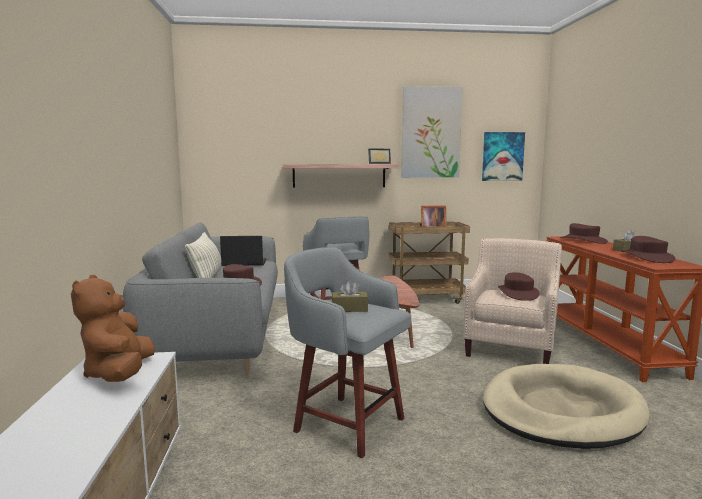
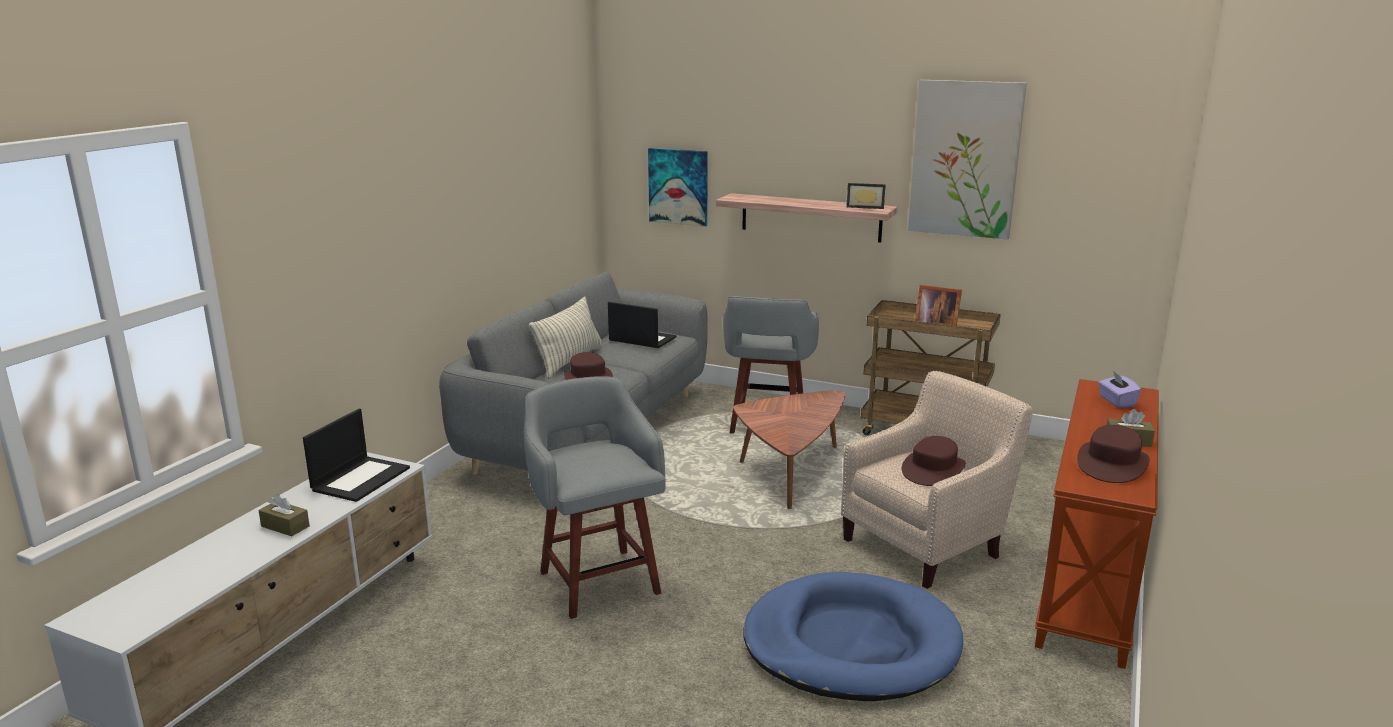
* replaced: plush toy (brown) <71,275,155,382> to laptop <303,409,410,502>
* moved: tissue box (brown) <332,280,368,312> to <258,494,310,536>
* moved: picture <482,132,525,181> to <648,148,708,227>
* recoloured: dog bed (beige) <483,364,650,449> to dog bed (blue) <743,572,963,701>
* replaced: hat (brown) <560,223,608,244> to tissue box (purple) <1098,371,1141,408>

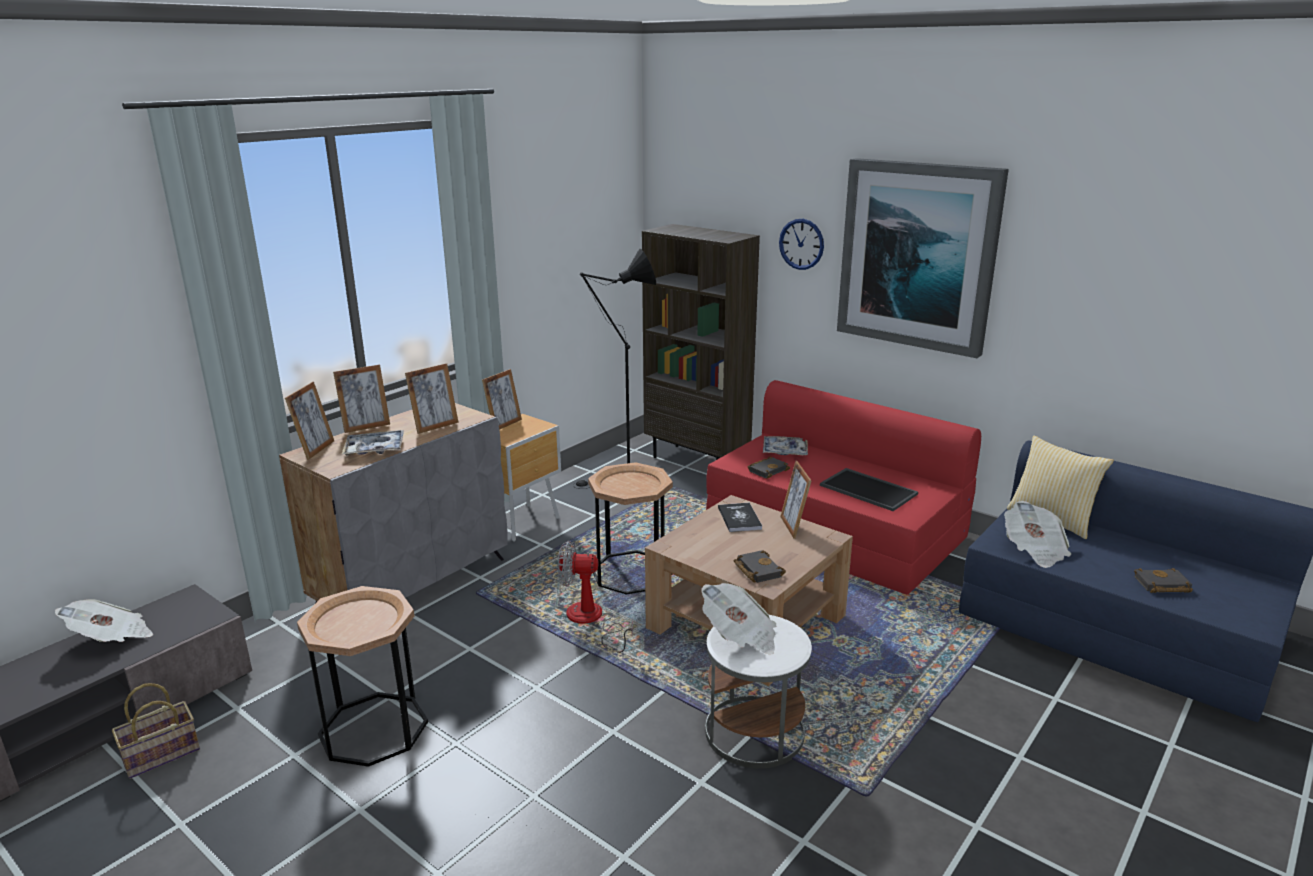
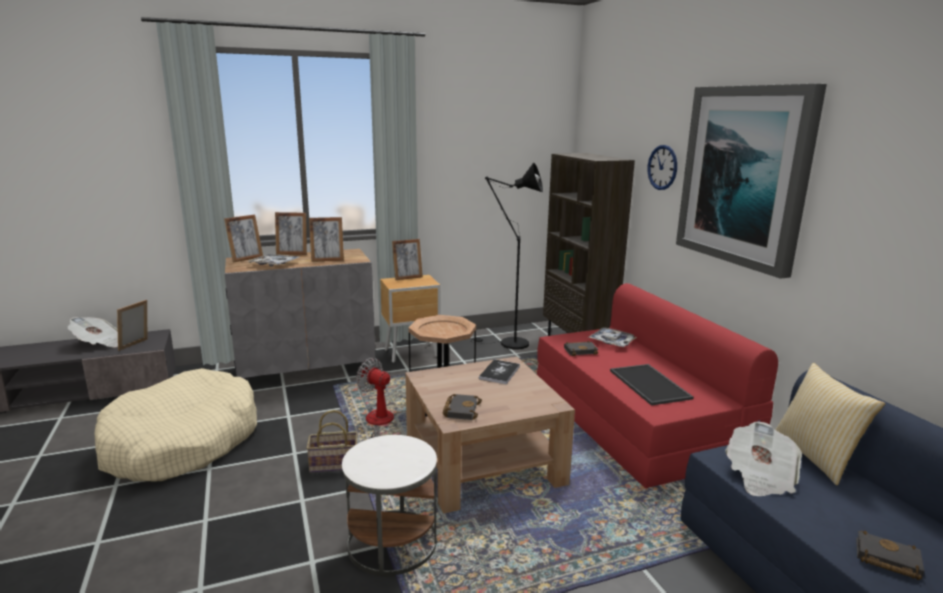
* moved: basket <112,683,200,779> to <307,410,358,473>
* replaced: side table (brown) <297,586,428,767> to dog bed (beige) <95,368,257,481>
* removed: newspaper <701,583,776,655>
* moved: picture frame <780,461,812,539> to <117,300,147,351>

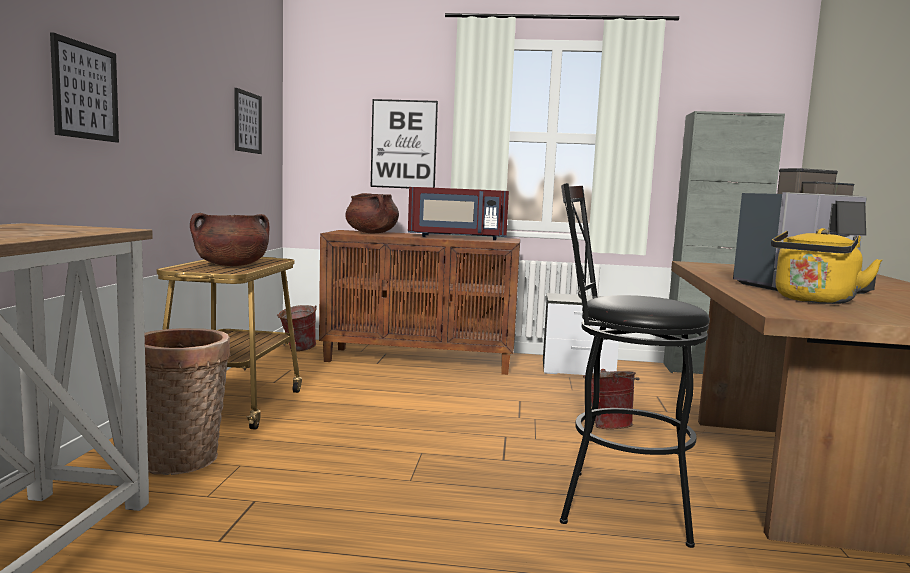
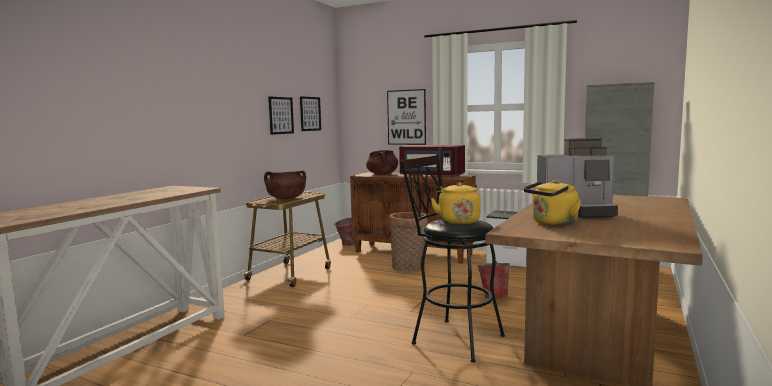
* moved: picture <50,32,119,143> to <268,96,294,135>
* moved: basket <145,328,230,475> to <389,212,428,271>
* added: kettle (yellow) <431,182,480,225>

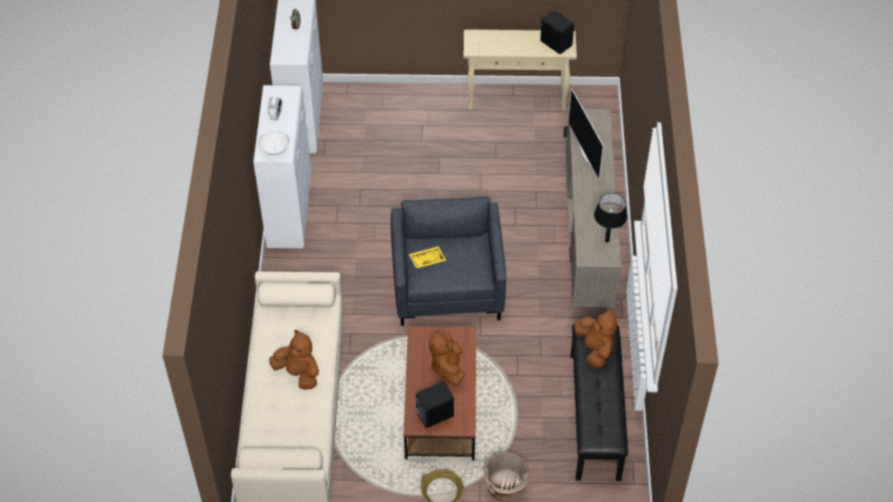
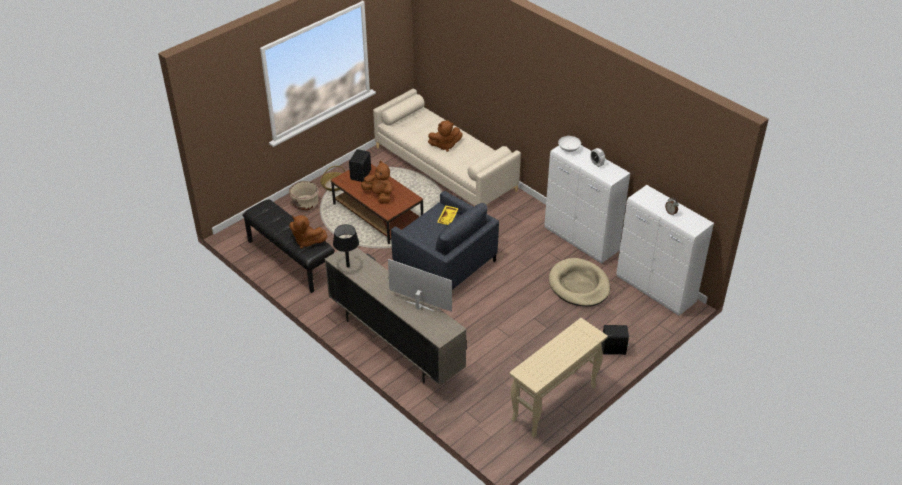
* moved: speaker (black) <540,10,574,54> to <602,325,630,355>
* added: dog bed (beige) <549,258,610,307>

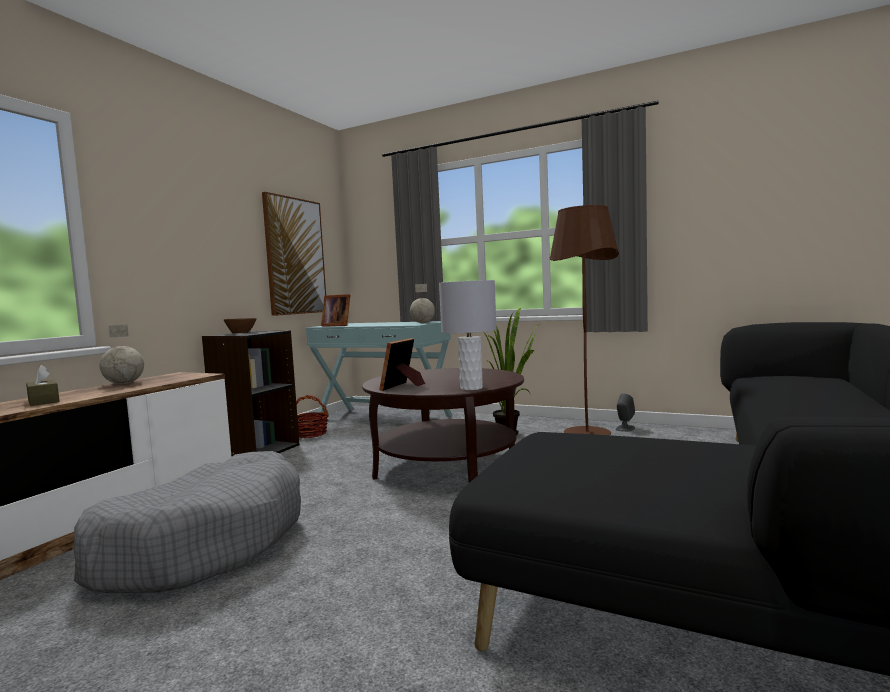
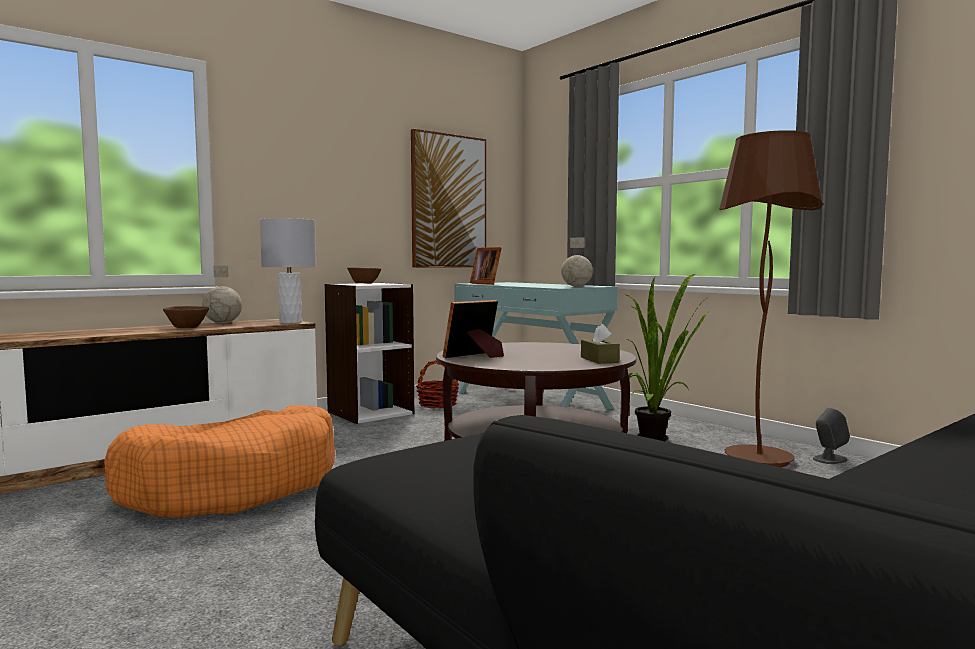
* moved: tissue box (brown) <26,365,60,406> to <581,324,620,364>
* recoloured: dog bed (grey) <74,451,301,593> to dog bed (orange) <104,405,335,518>
* recoloured: bookcase (black) <202,330,300,457> to bookcase (white) <324,283,414,424>
* moved: table lamp (grey) <439,280,497,390> to <260,218,316,323>
* added: bowl (brown) <163,306,209,328>

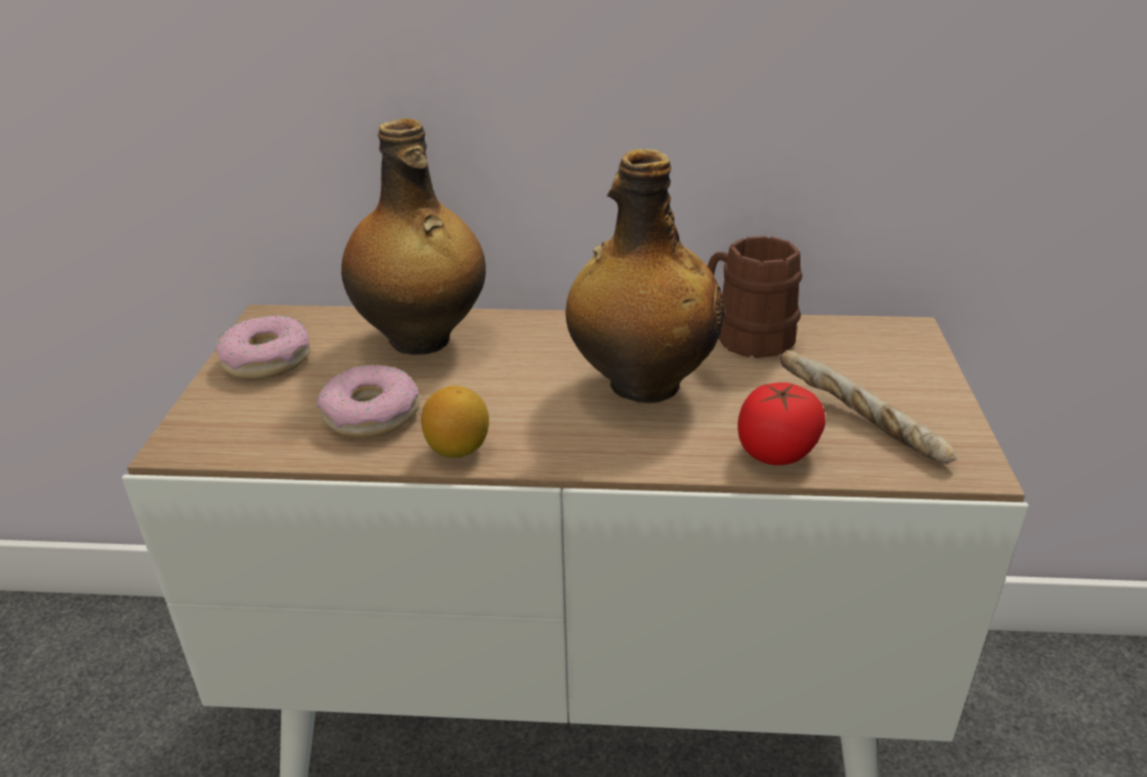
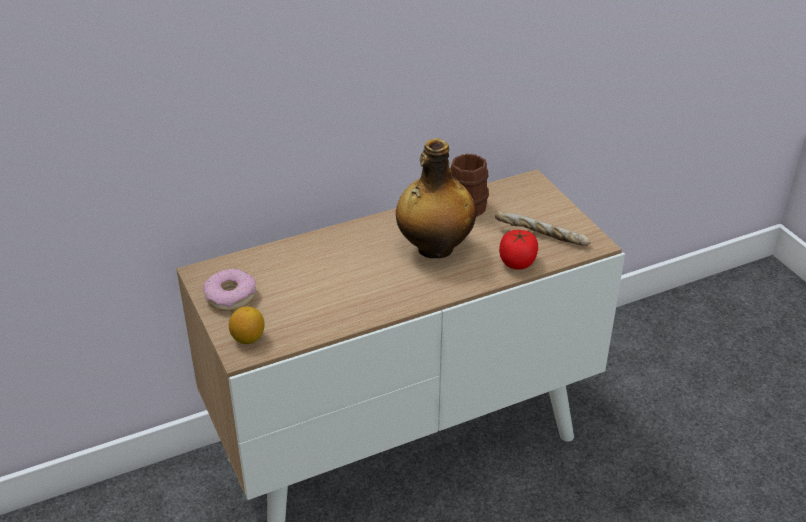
* removed: donut <316,365,420,438>
* removed: bottle <341,118,486,355>
* moved: lemon <421,386,489,458> to <229,307,265,344>

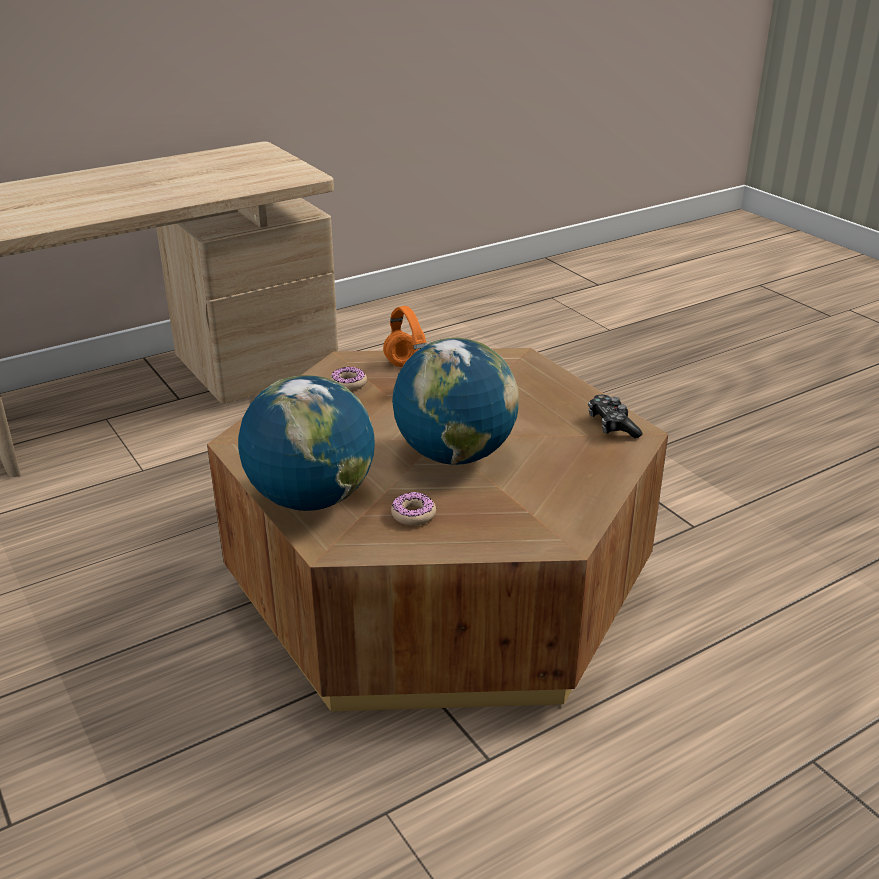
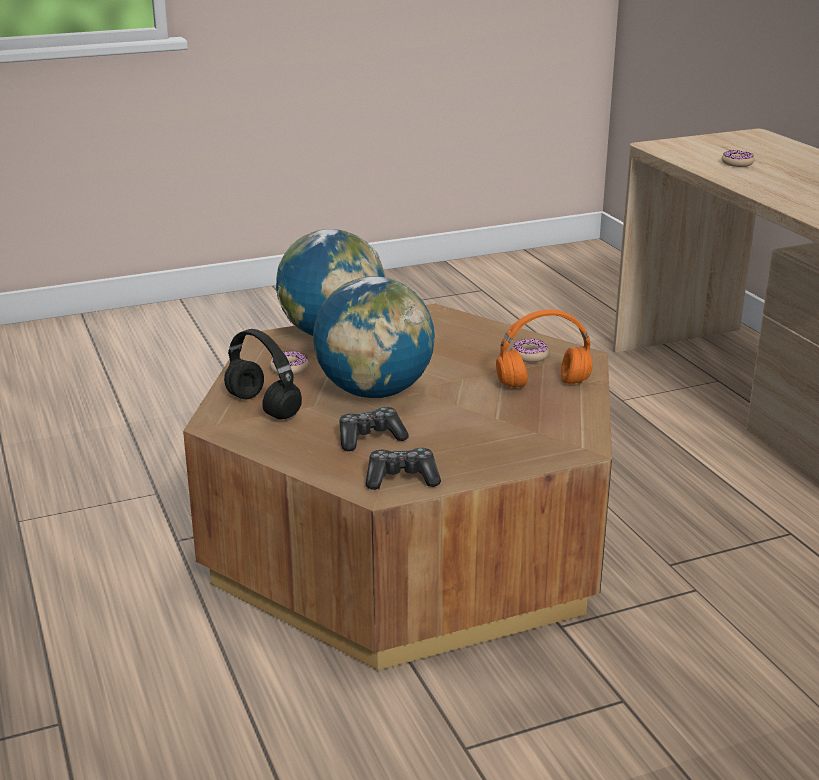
* added: headphones (black) <224,329,302,420>
* added: game controller <339,407,409,451>
* added: donut <722,150,754,167>

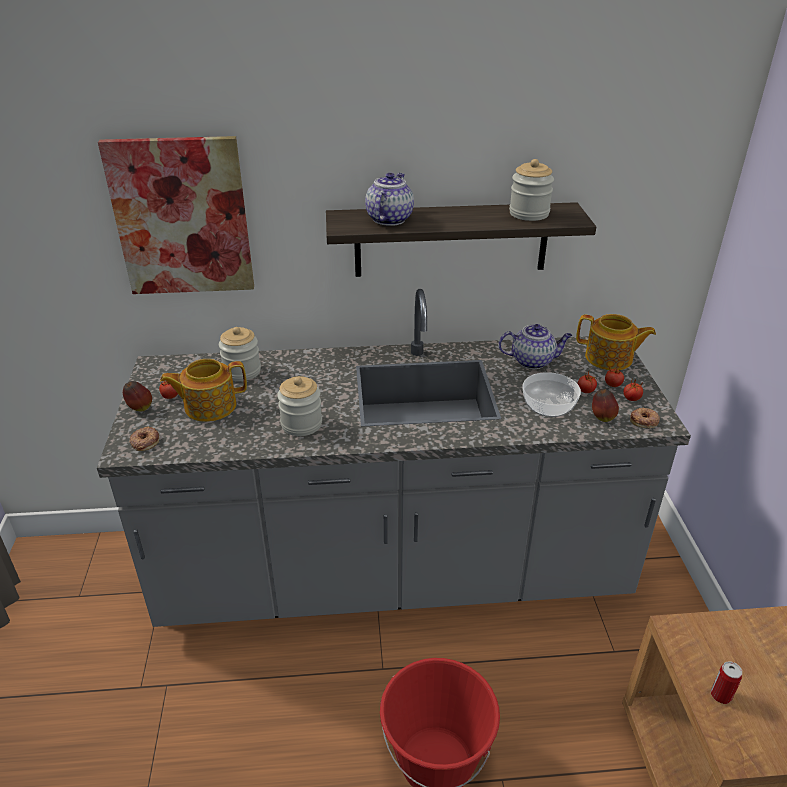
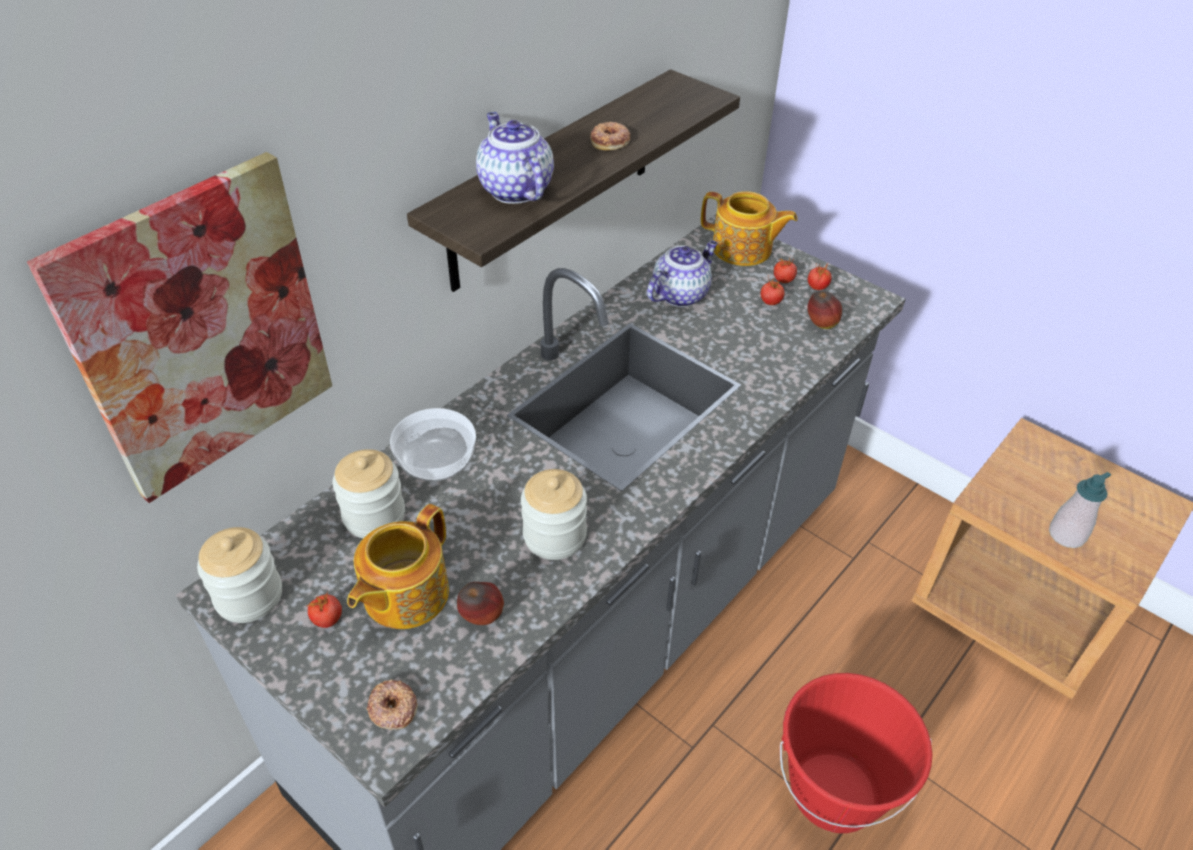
* moved: apple <123,381,152,411> to <457,582,504,625>
* moved: jar <509,159,554,221> to <197,527,282,623>
* moved: bowl <522,372,581,417> to <390,408,476,482>
* turned: teapot <576,314,656,370> = <701,191,798,266> 45 degrees clockwise
* moved: donut <630,407,660,428> to <591,122,630,150>
* replaced: can <711,661,742,704> to soap dispenser <1049,472,1111,548>

